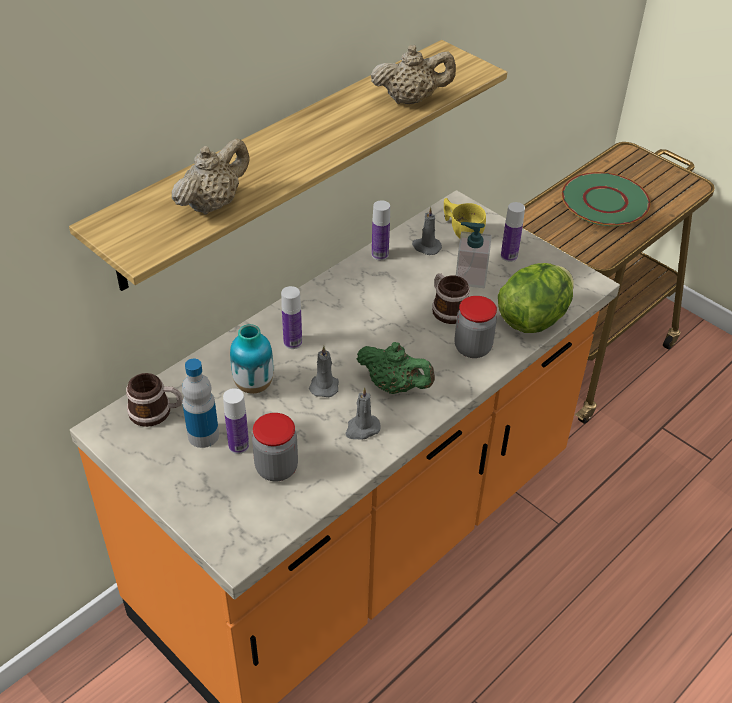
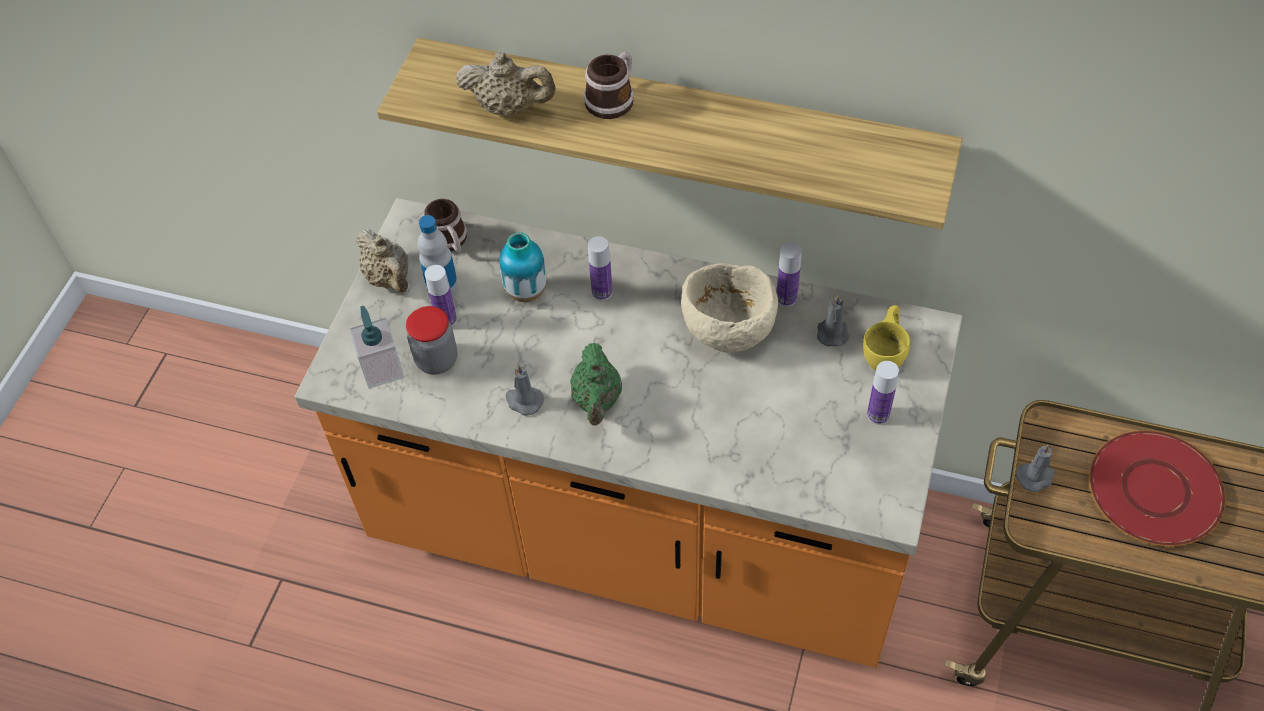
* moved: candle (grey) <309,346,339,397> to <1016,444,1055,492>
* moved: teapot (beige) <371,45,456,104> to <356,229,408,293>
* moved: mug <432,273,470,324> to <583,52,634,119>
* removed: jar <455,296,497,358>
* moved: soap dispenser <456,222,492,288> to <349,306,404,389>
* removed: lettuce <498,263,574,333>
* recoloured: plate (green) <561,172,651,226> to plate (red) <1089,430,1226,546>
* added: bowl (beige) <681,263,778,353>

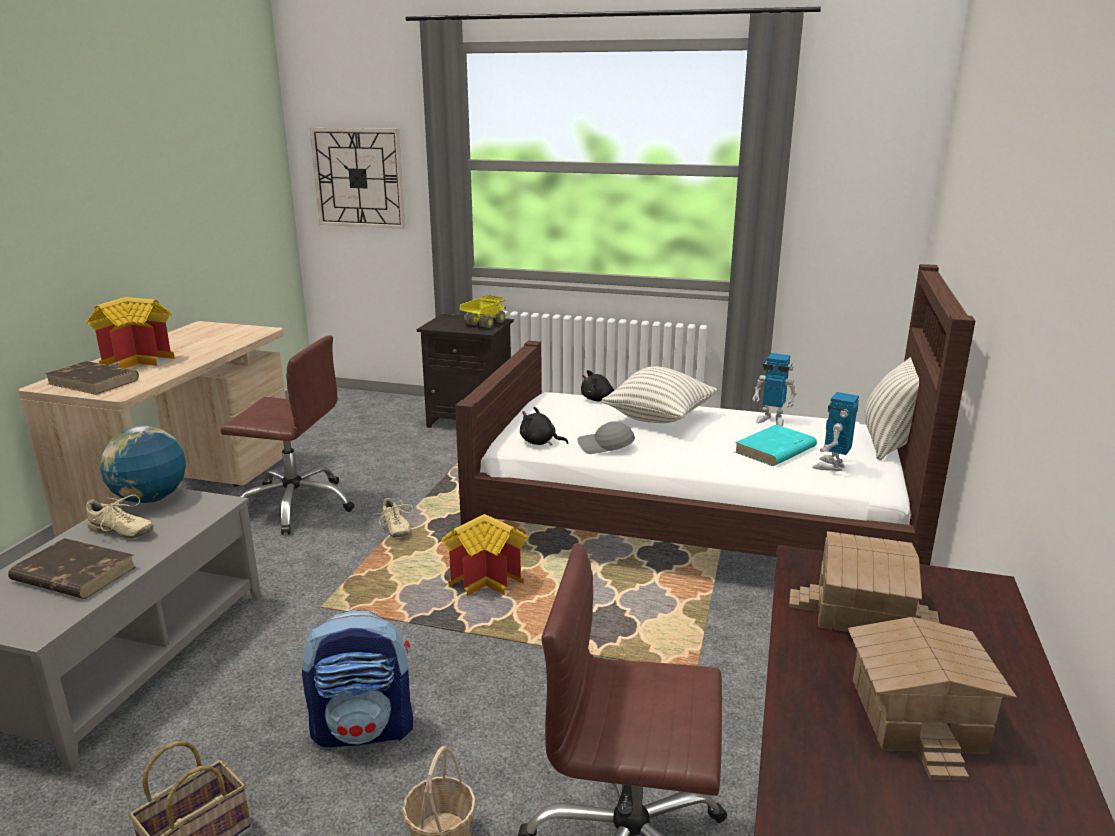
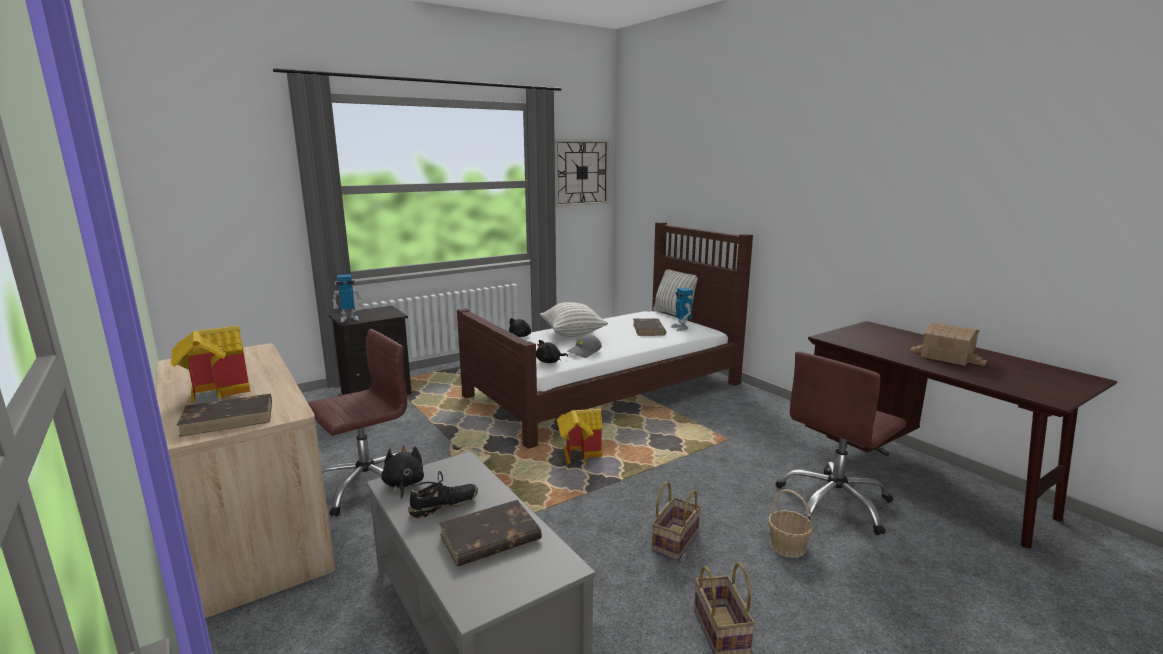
* recoloured: shoe (beige) <85,495,154,539> to shoe (black) <408,471,478,518>
* replaced: globe <100,426,186,503> to plush toy (black) <381,445,424,499>
* replaced: backpack <302,610,413,747> to basket <652,482,701,561>
* moved: wall clock <310,128,405,229> to <554,139,609,207>
* removed: toy truck <459,295,506,328>
* recoloured: book (turquoise) <735,425,817,466> to book (brown) <633,318,666,336>
* moved: toy robot <752,353,797,426> to <332,274,362,322>
* removed: toy house <789,531,940,632>

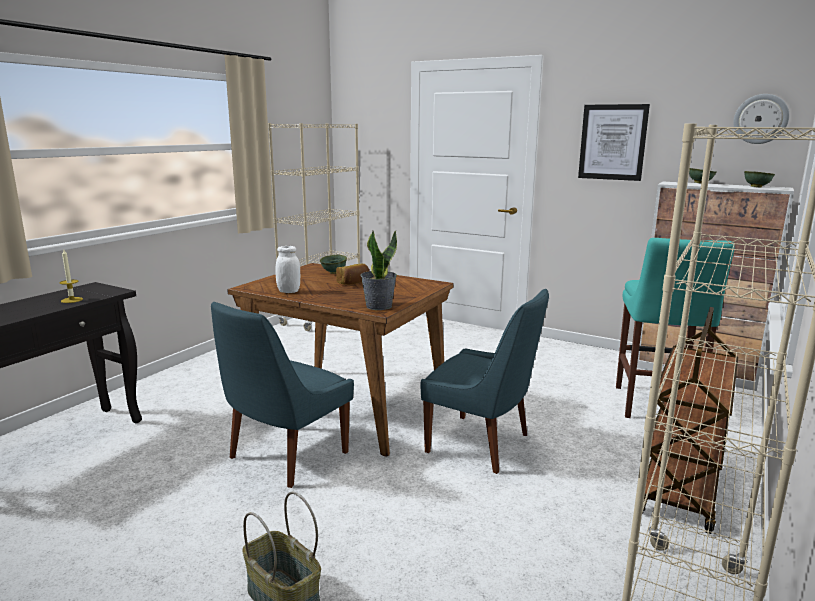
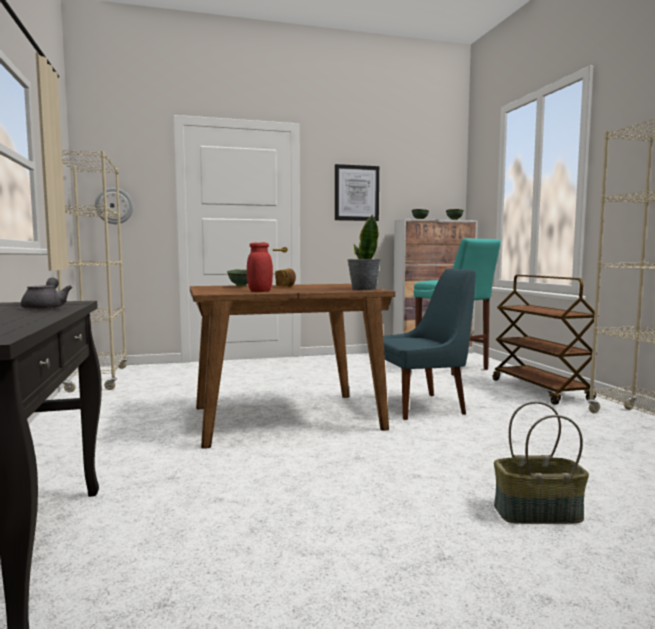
* replaced: candle <59,250,83,303> to teapot (grey) <21,278,72,310>
* removed: chair (blue) <211,301,354,488>
* recoloured: jar (white) <275,246,301,293> to jar (red) <247,242,273,292>
* moved: wall clock <733,94,789,144> to <95,188,133,224>

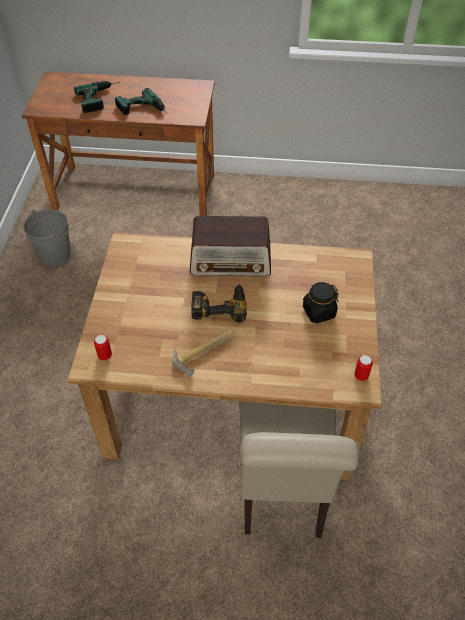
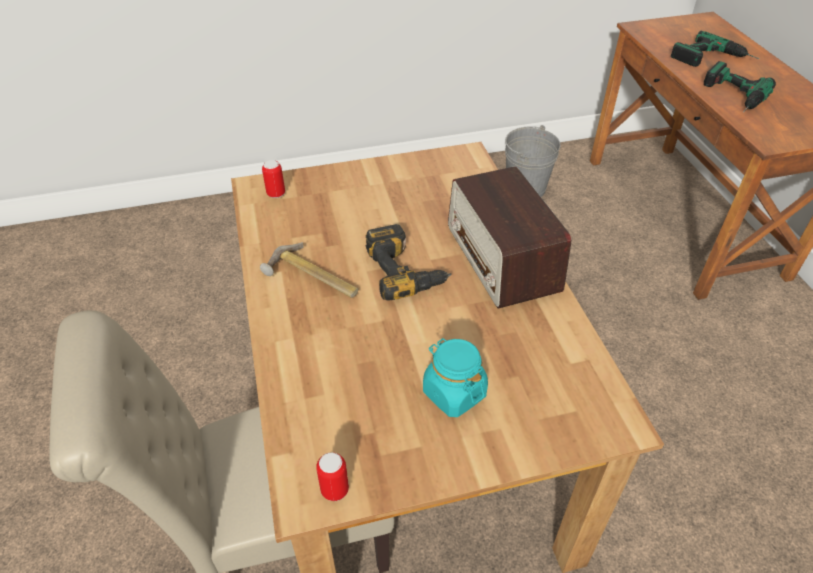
* recoloured: jar (black) <303,282,339,323> to jar (turquoise) <423,338,488,417>

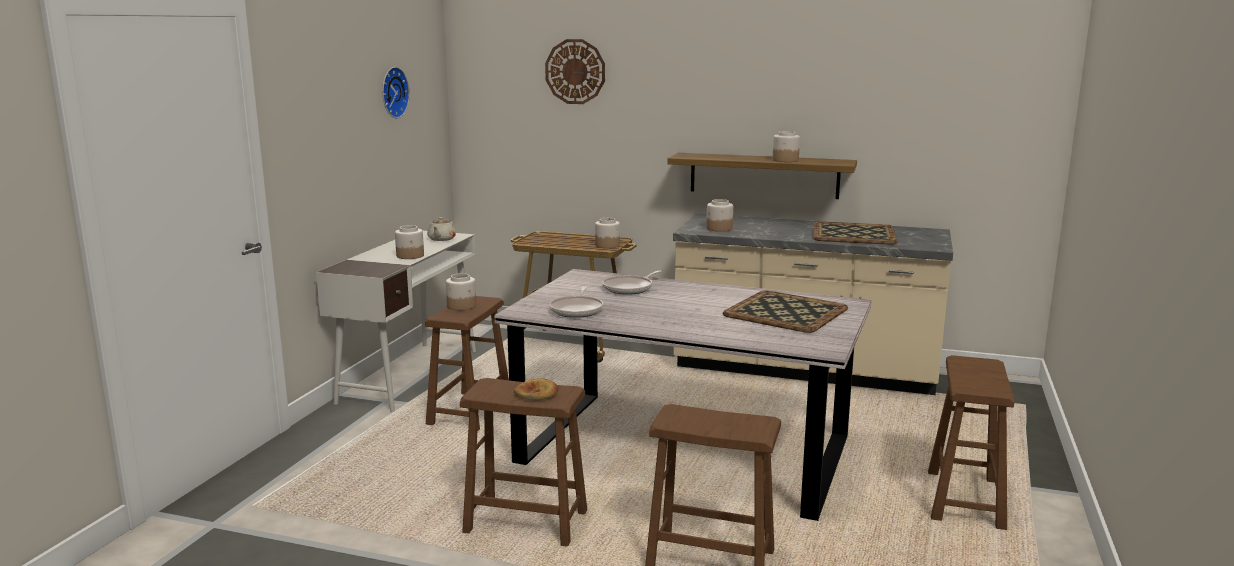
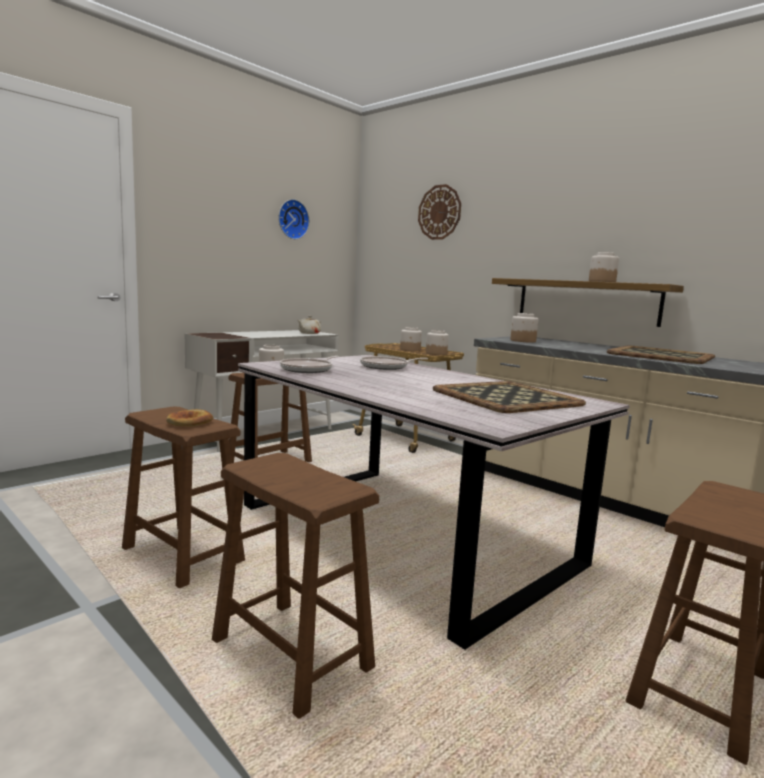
* moved: jar <395,225,424,259> to <400,327,422,351>

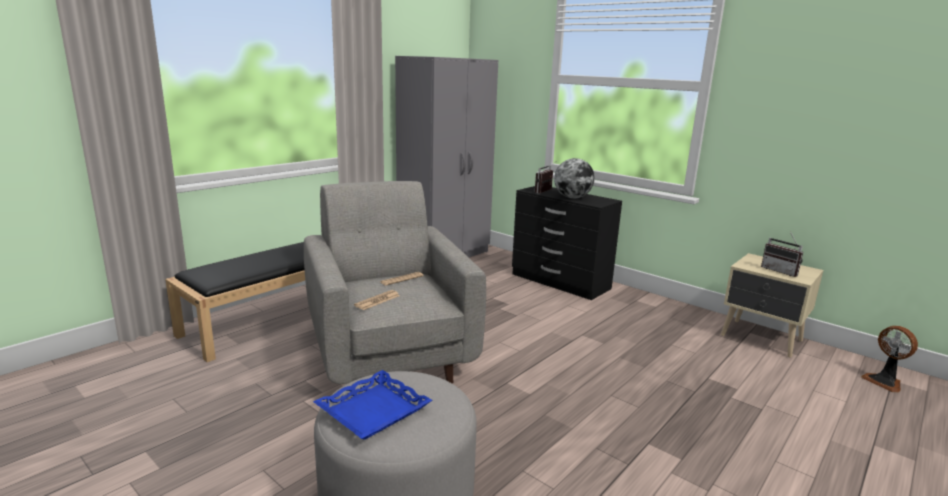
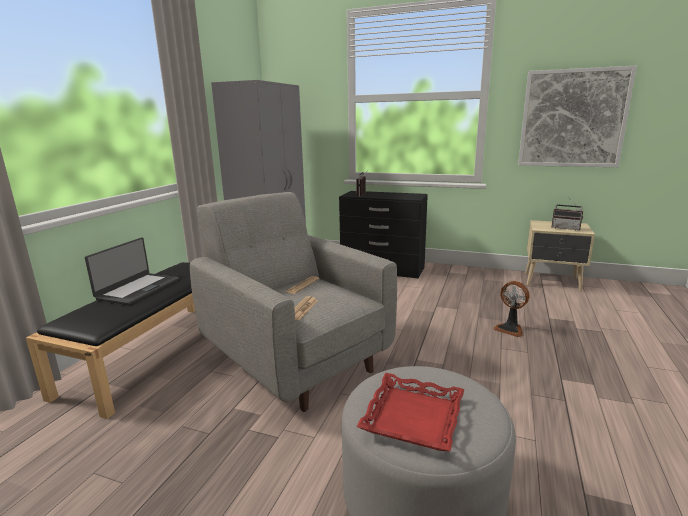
* recoloured: tray (blue) <313,370,432,440> to tray (red) <356,373,464,451>
* removed: globe <554,158,595,199>
* moved: fan <861,326,918,393> to <493,281,529,337>
* added: laptop <85,237,179,305>
* added: picture <518,66,637,167>

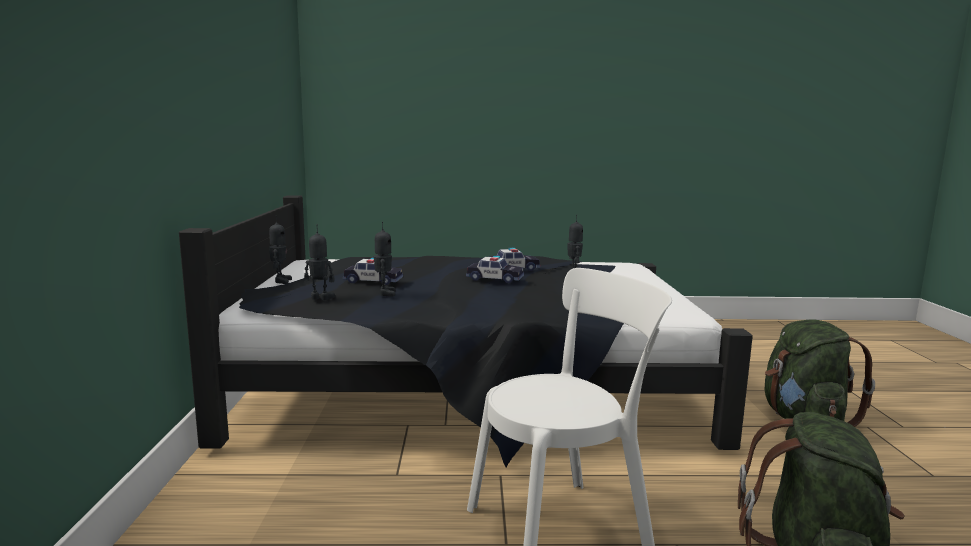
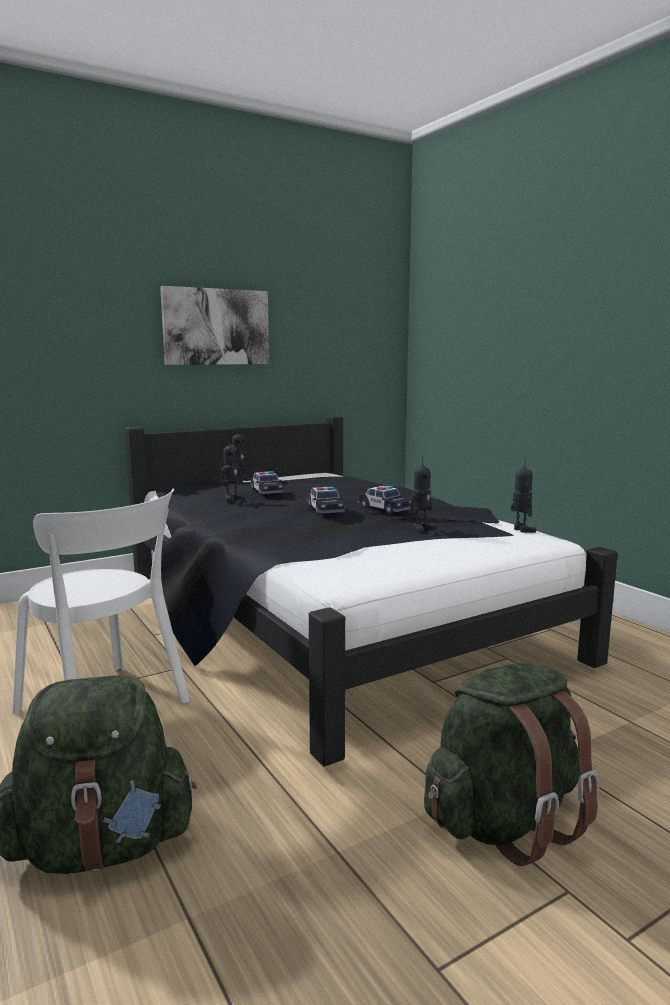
* moved: toy robot <304,224,335,300> to <511,459,536,533>
* added: picture <160,286,269,365>

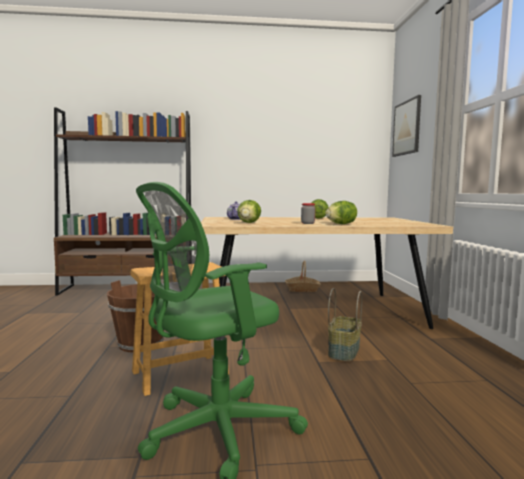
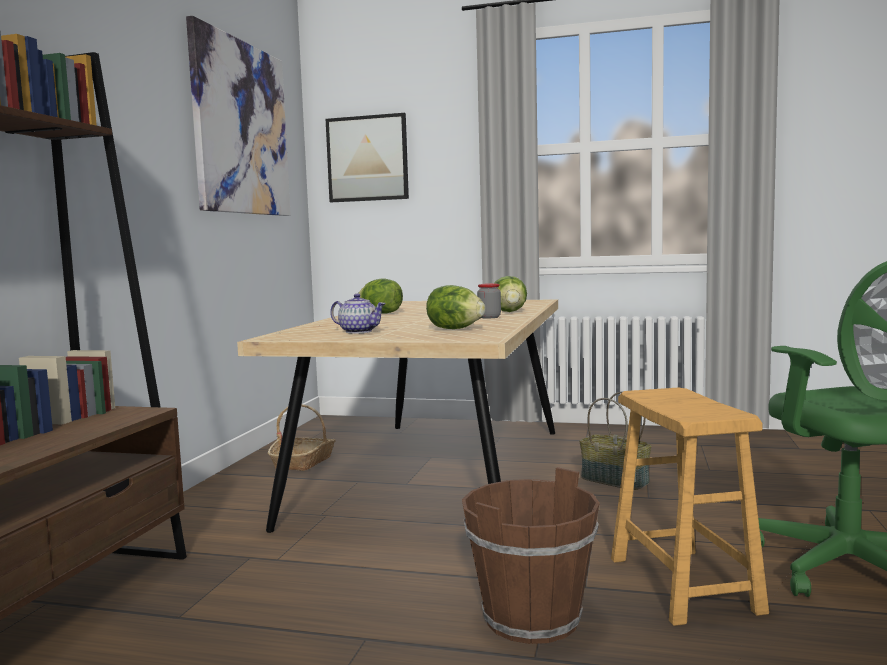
* added: picture <186,16,291,216>

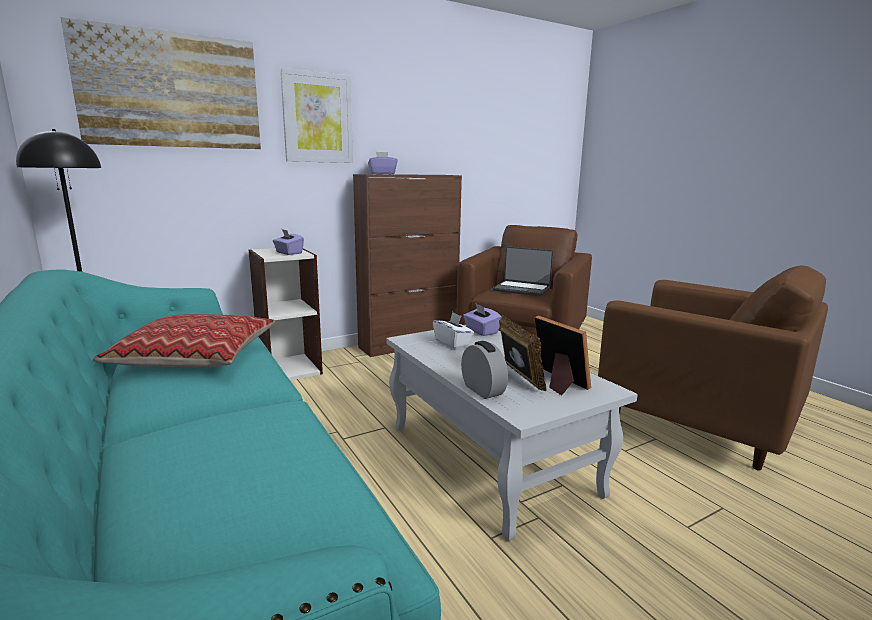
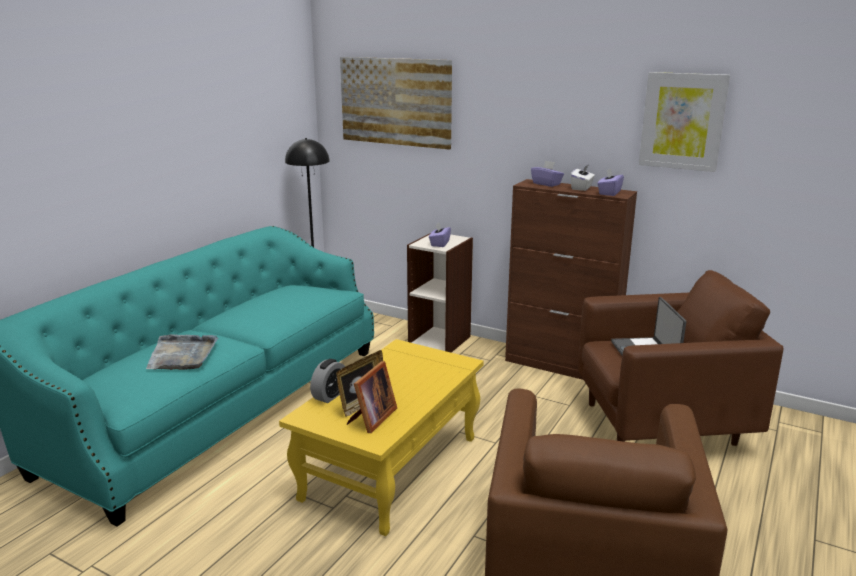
* removed: pillow <93,314,275,367>
* moved: picture <280,68,353,163> to <639,72,730,172>
* recoloured: coffee table (white) <386,325,638,541> to coffee table (yellow) <279,339,484,536>
* moved: tissue box (white) <433,312,474,349> to <571,165,595,191>
* moved: tissue box (purple) <463,303,501,336> to <597,168,624,196>
* added: tray (grey) <146,334,218,370>

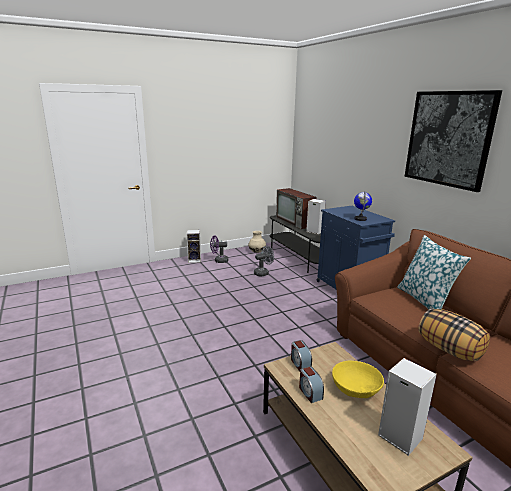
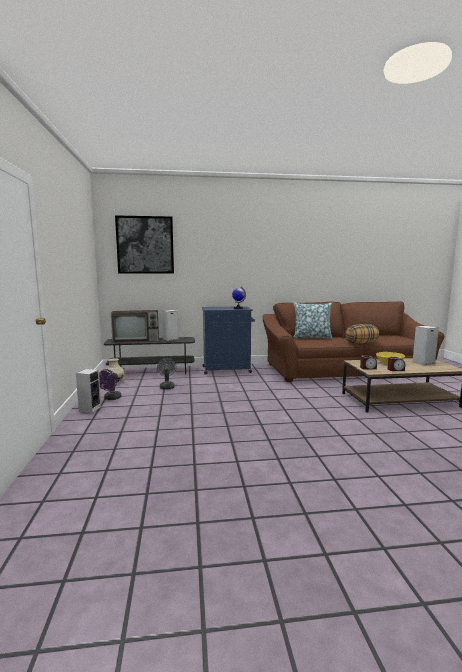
* moved: picture <405,90,502,192> to <115,215,174,273>

